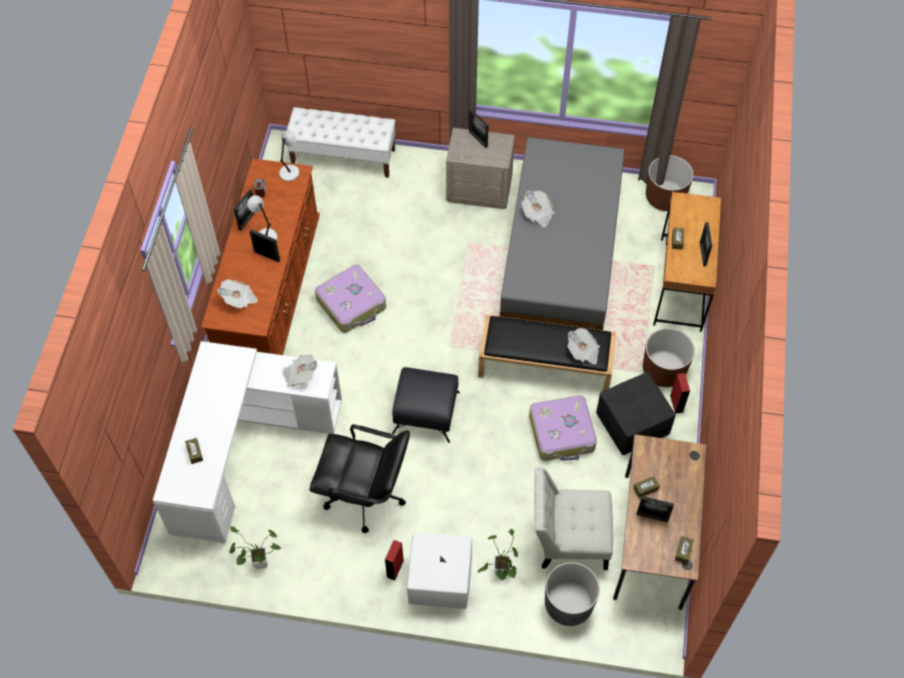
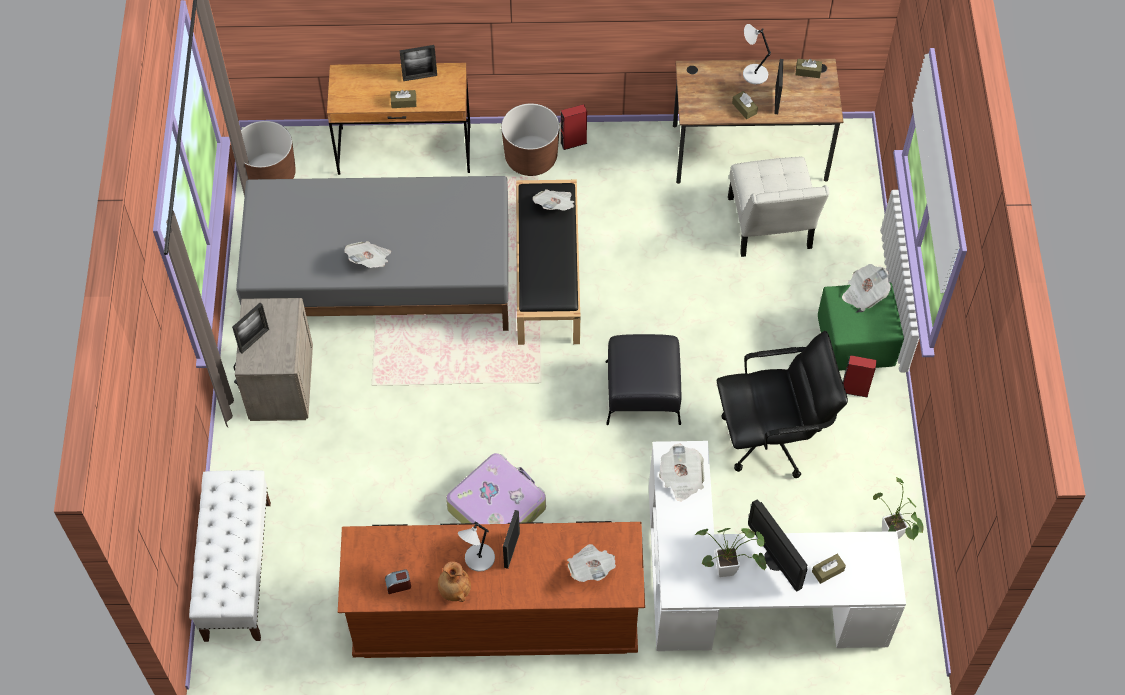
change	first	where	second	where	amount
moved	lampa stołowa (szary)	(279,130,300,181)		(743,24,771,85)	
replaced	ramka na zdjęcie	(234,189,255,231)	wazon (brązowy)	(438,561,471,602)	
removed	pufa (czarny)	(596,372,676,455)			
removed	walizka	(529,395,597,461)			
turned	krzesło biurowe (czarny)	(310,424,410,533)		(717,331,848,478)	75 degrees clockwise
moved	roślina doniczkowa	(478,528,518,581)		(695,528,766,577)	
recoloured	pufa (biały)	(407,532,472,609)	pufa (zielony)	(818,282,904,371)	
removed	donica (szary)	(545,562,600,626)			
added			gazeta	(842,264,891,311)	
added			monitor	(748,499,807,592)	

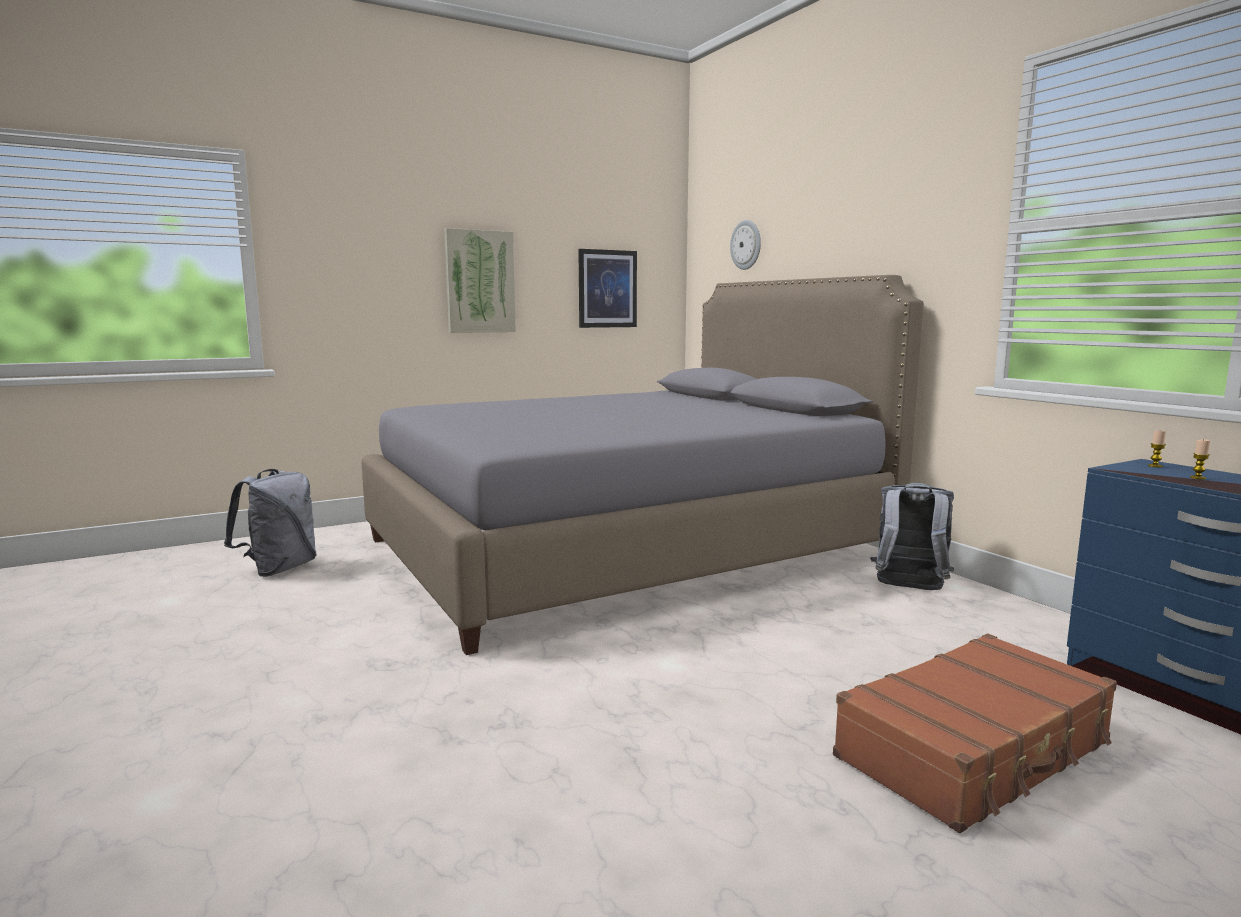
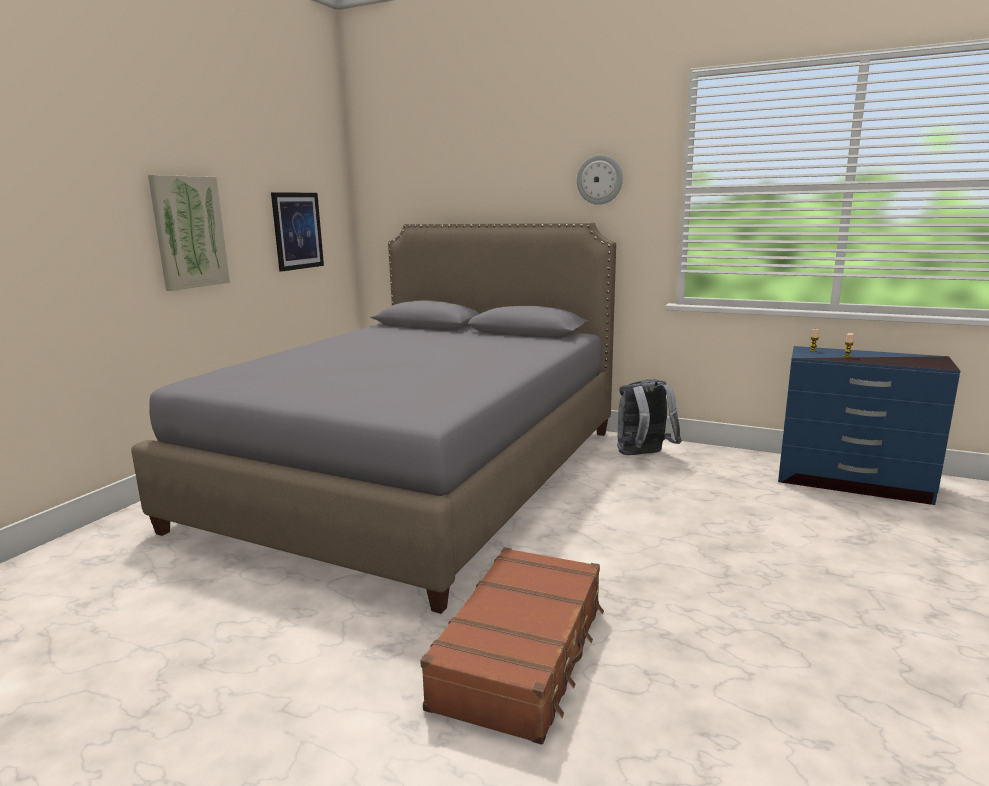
change	first	where	second	where	amount
moved	zegar ścienny	(730,220,761,270)		(577,155,623,205)	
removed	plecak (szary)	(224,469,317,577)			
moved	walizka (brązowy)	(833,634,1117,833)		(420,547,604,745)	

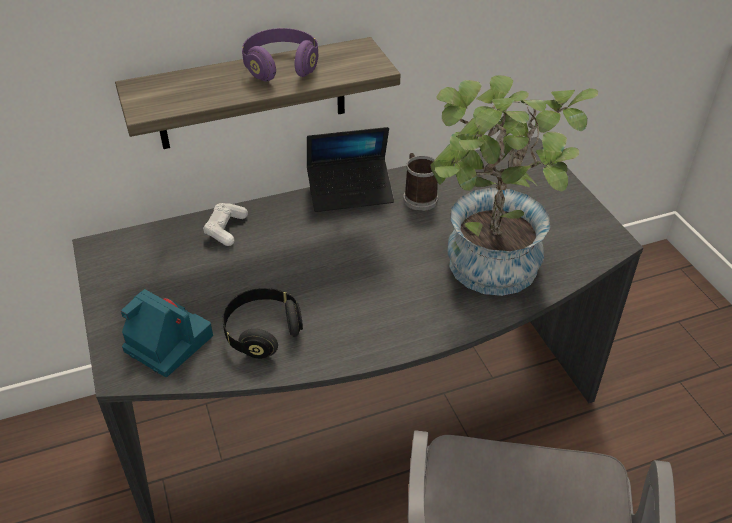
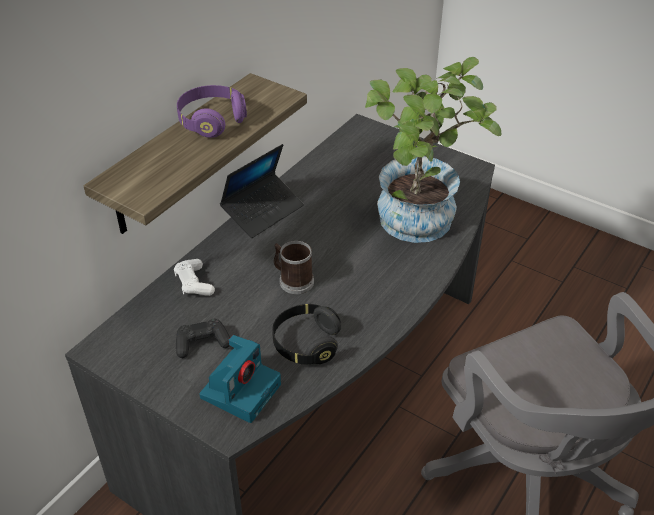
change	first	where	second	where	amount
moved	kubek	(403,153,438,211)		(274,241,314,294)	
turned	aparat fotograficzny	(121,289,213,377)		(199,335,281,423)	120 degrees clockwise
added			pad do gier (czarny)	(176,319,230,358)	

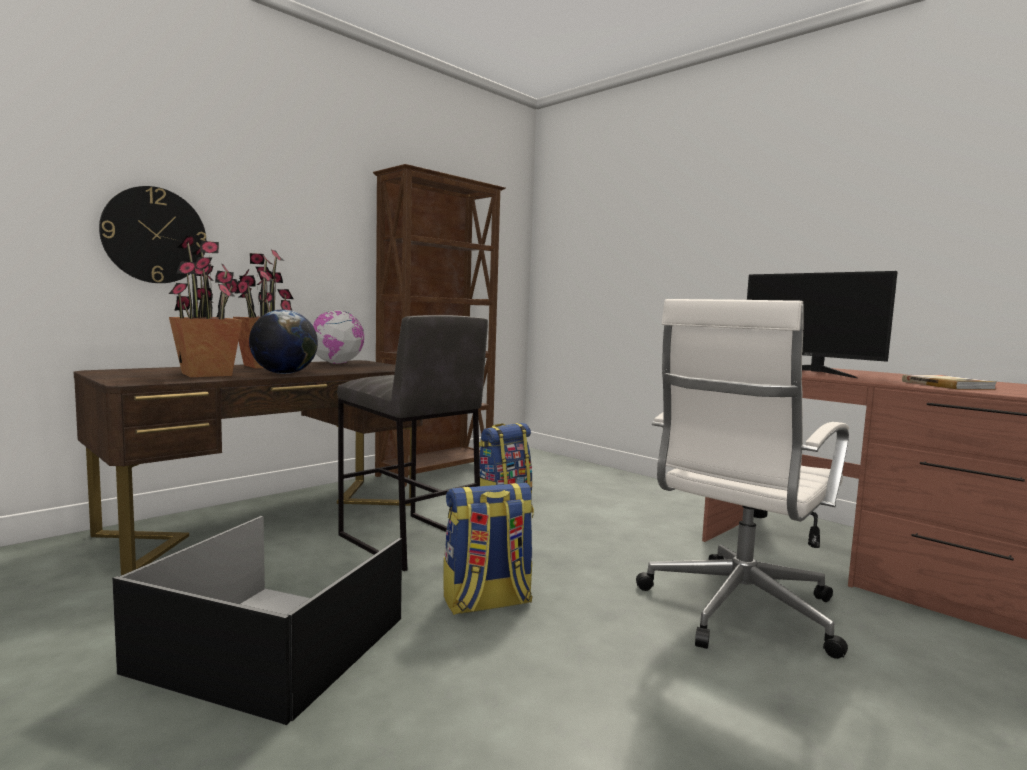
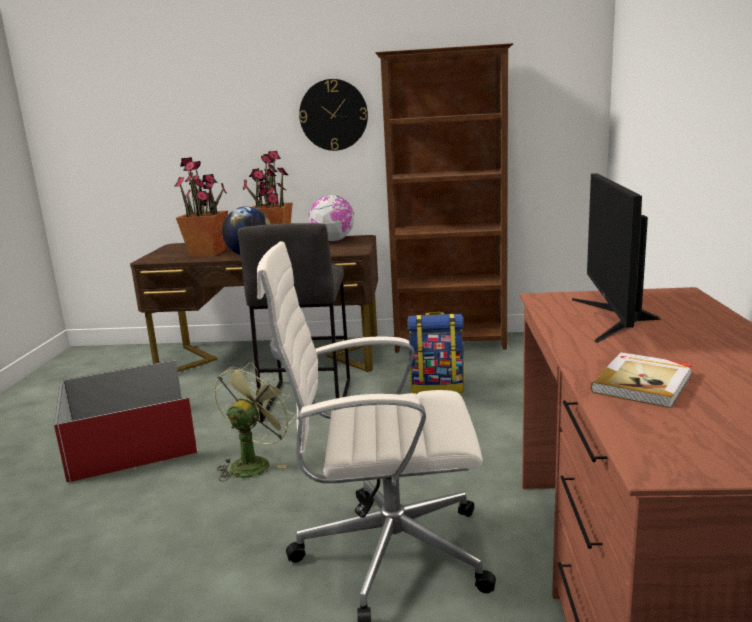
change	first	where	second	where	amount
moved	zegar ścienny	(99,186,206,283)		(299,79,368,151)	
replaced	plecak	(443,483,534,615)	wentylator (zielony)	(214,362,296,482)	
recoloured	pojemnik do przechowywania (czarny)	(112,516,402,725)	pojemnik do przechowywania (czerwony)	(54,360,198,482)	

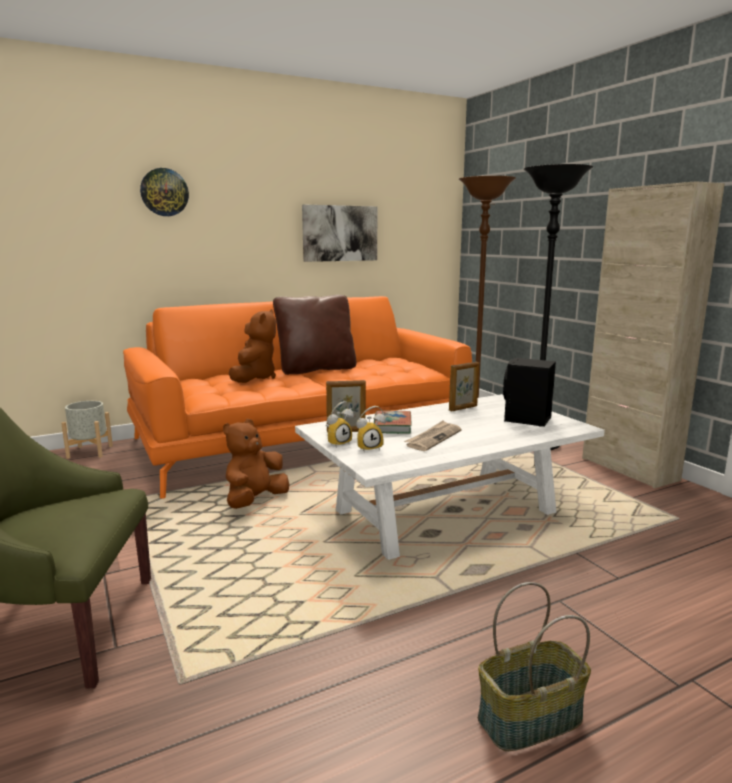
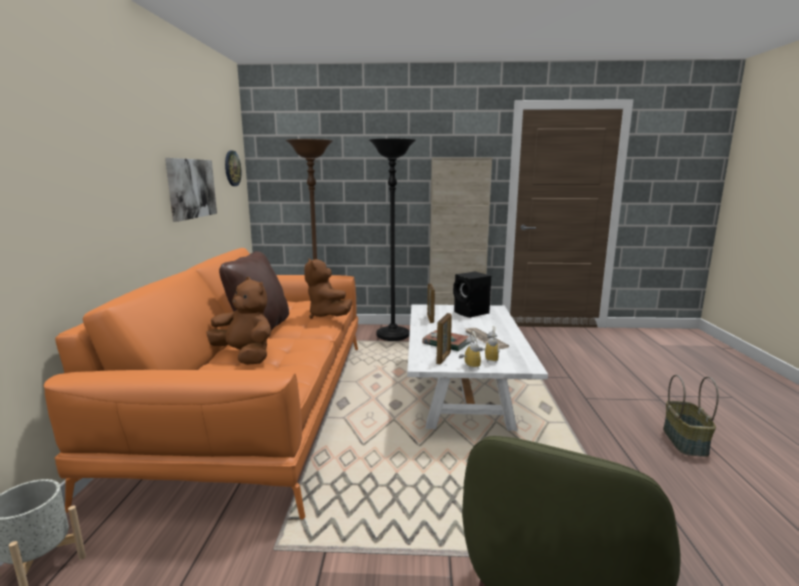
change	first	where	second	where	amount
moved	zegar ścienny	(140,168,189,216)		(225,151,241,186)	
moved	pluszak (brązowy)	(223,419,289,509)		(304,258,352,319)	

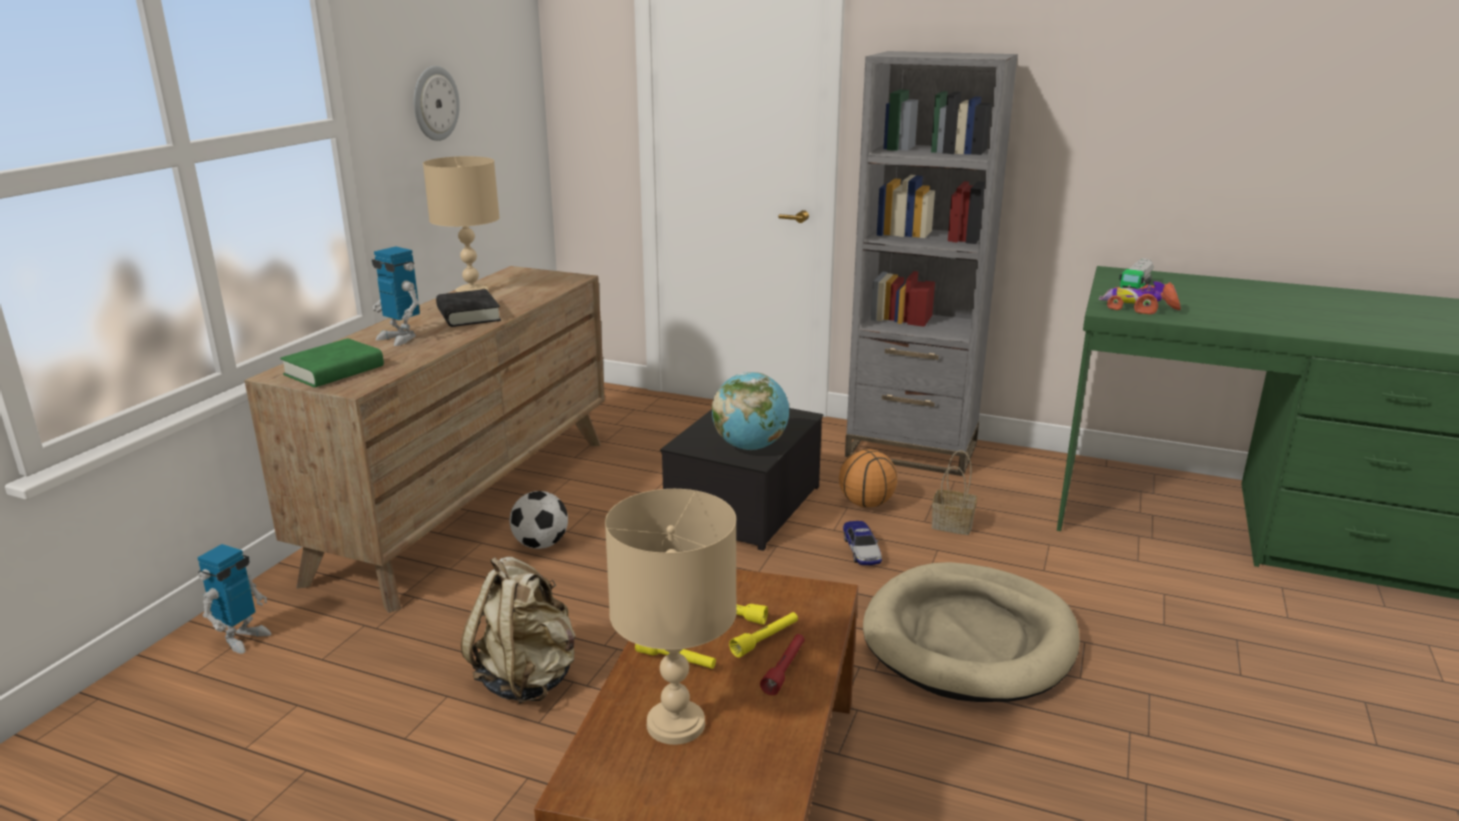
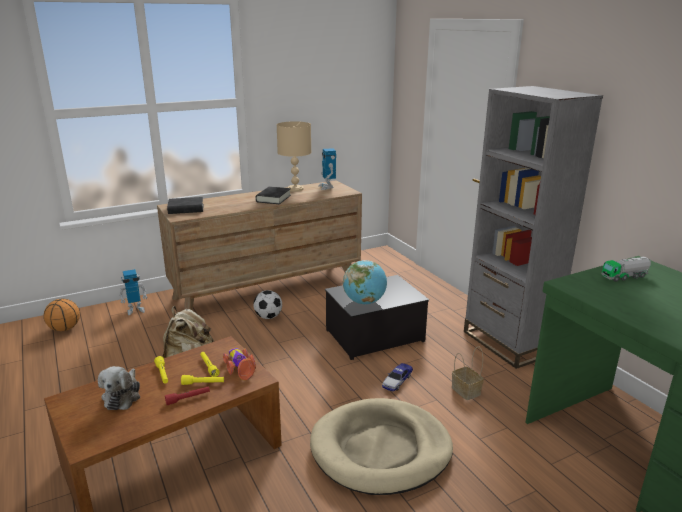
change	first	where	second	where	amount
removed	zegar ścienny	(414,66,460,141)			
moved	robot zabawkowy	(372,246,420,346)		(319,148,336,190)	
moved	samochodzik	(1099,281,1181,314)		(223,348,256,380)	
recoloured	książka (zielony)	(280,338,384,387)	książka (czarny)	(167,197,203,214)	
moved	piłka do koszykówki	(839,449,897,507)		(44,299,80,331)	
replaced	lampa stołowa (beżowy)	(605,489,737,745)	pluszak	(98,366,140,410)	

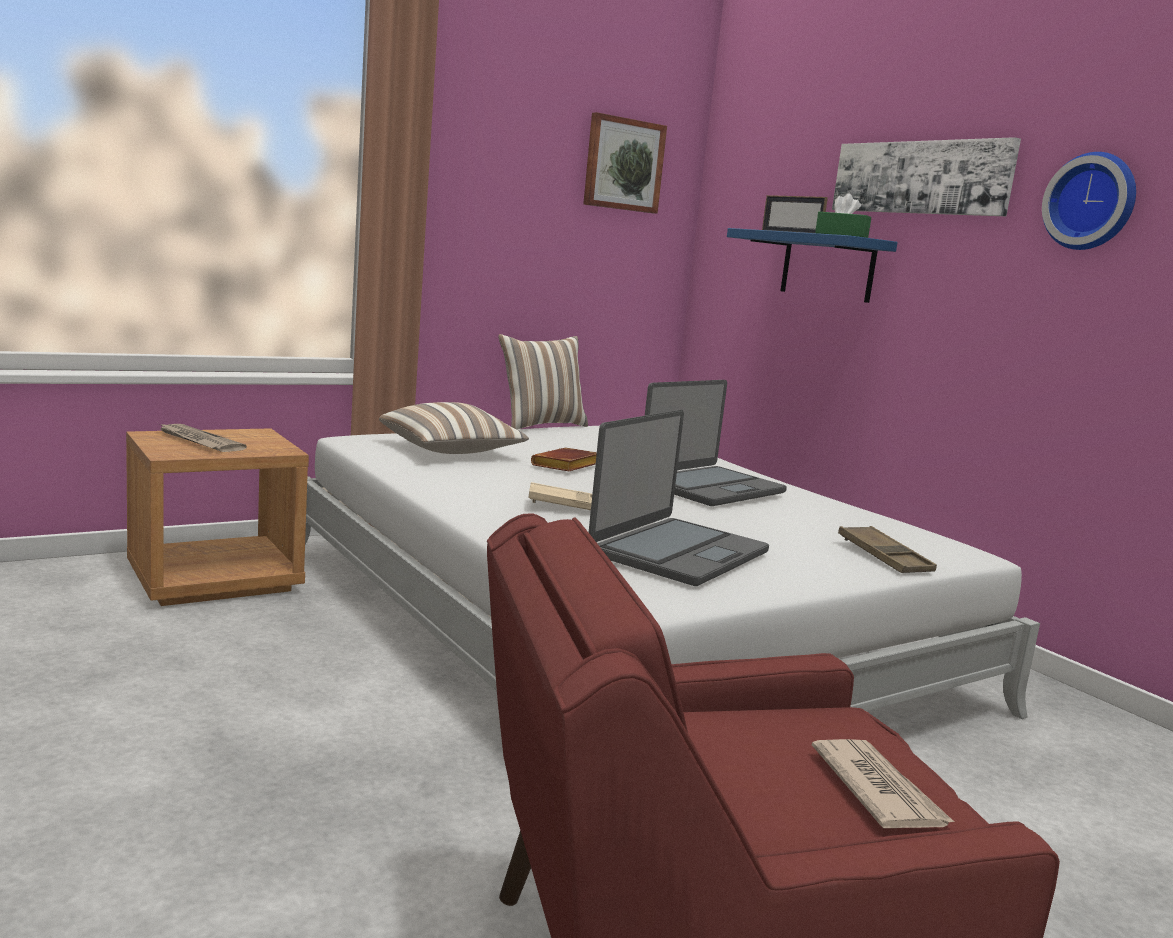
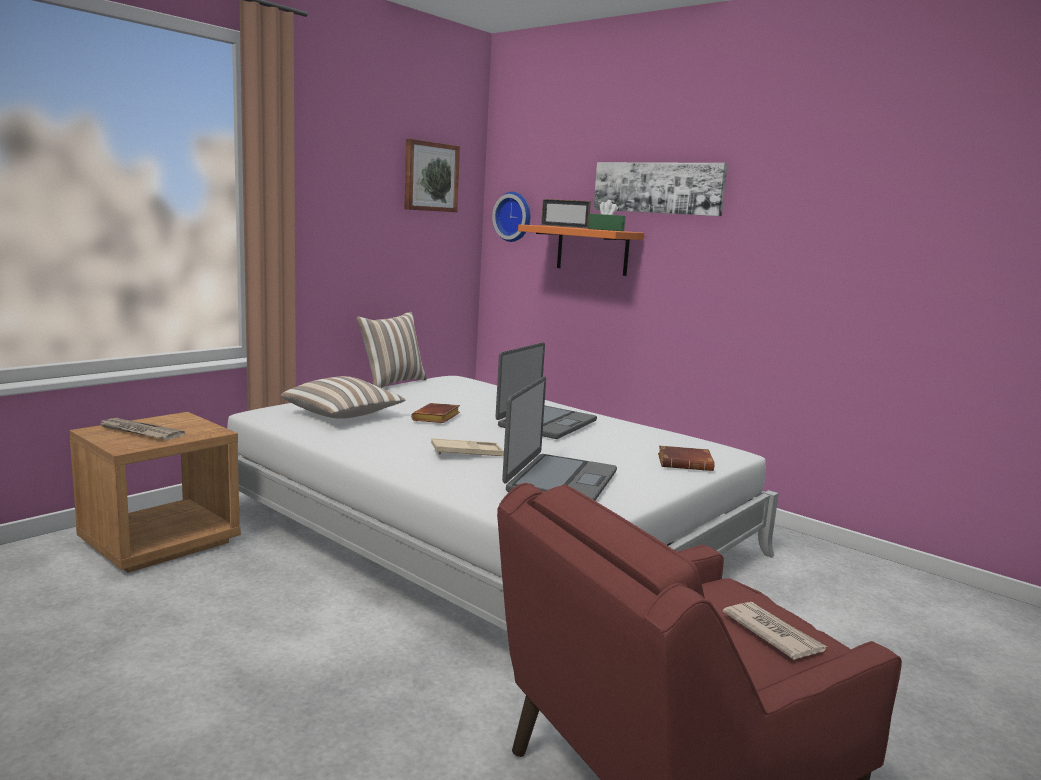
change	first	where	second	where	amount
moved	zegar ścienny	(1042,152,1136,250)		(492,192,530,242)	
recoloured	półka (niebieski)	(727,228,898,303)	półka (pomarańczowy)	(518,225,644,276)	
replaced	taca (brązowy)	(838,526,937,573)	książka (brązowy)	(658,446,715,471)	

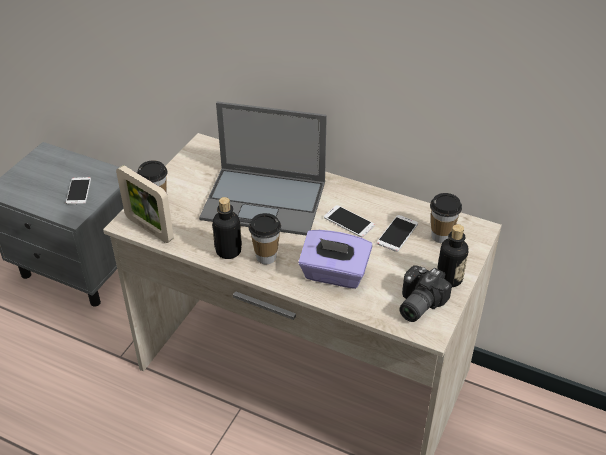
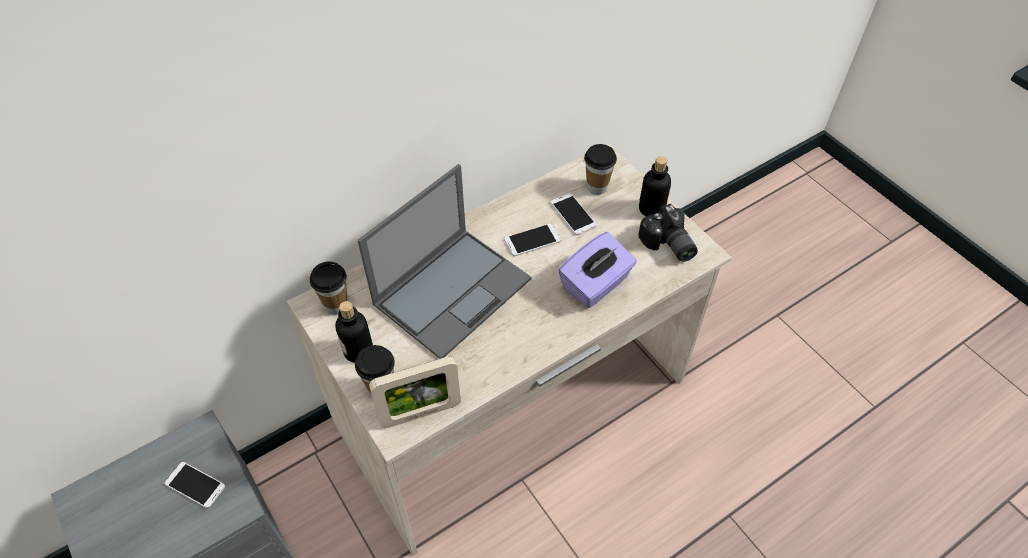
change	first	where	second	where	amount
moved	butelka	(212,197,242,259)		(335,301,373,363)	
moved	filiżanka	(249,213,281,264)		(310,262,347,315)	

